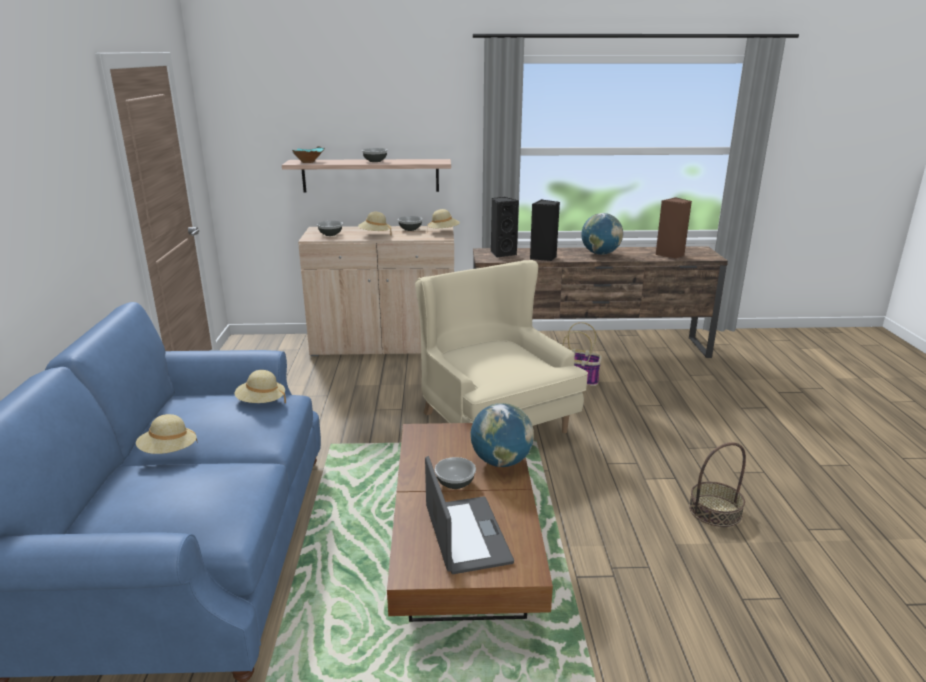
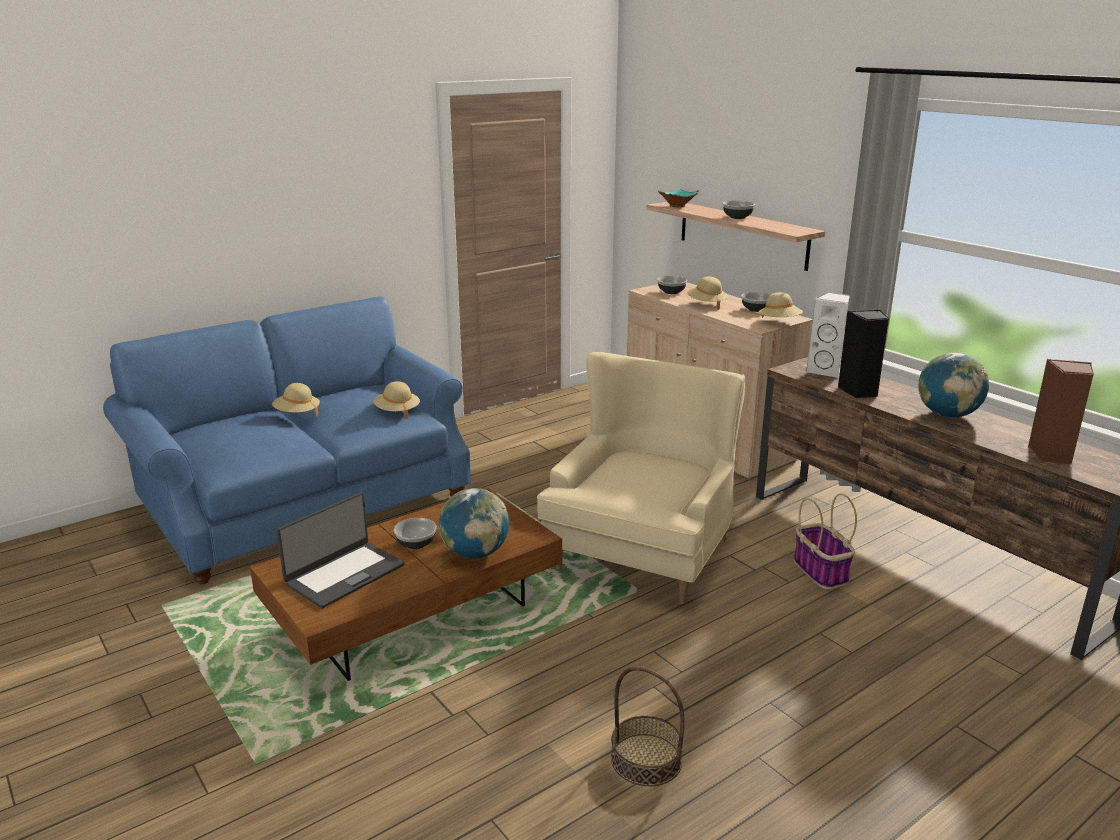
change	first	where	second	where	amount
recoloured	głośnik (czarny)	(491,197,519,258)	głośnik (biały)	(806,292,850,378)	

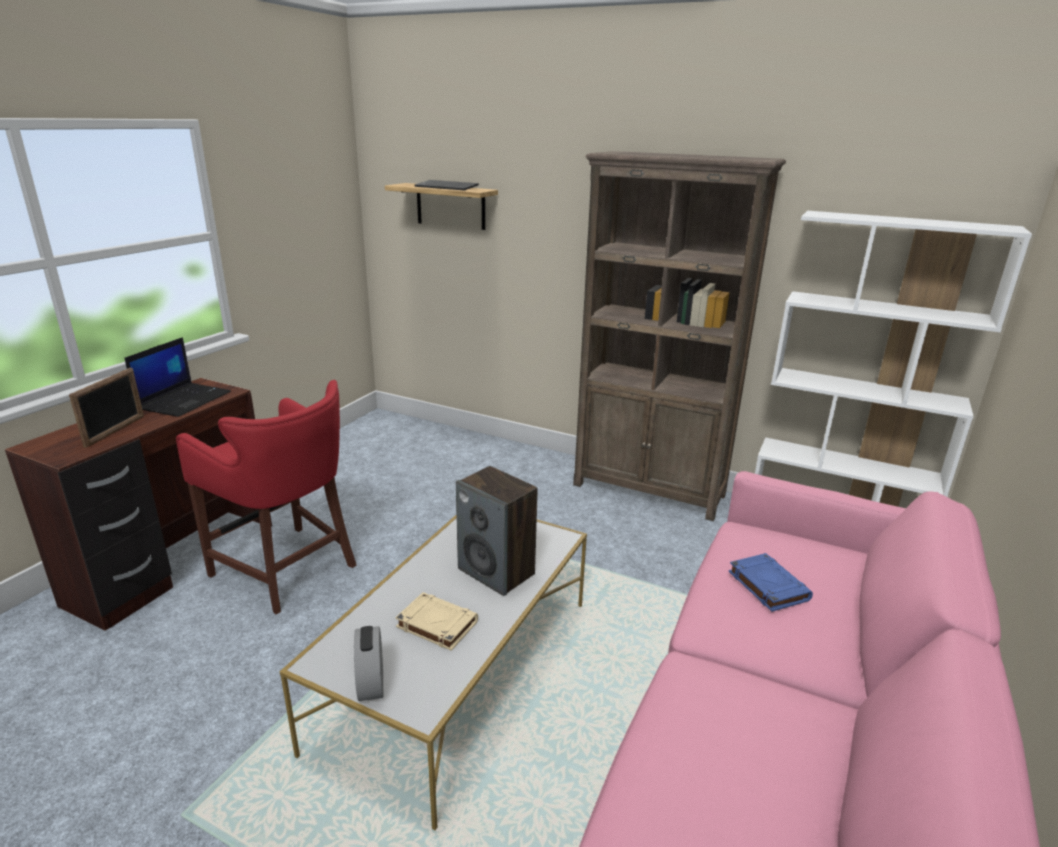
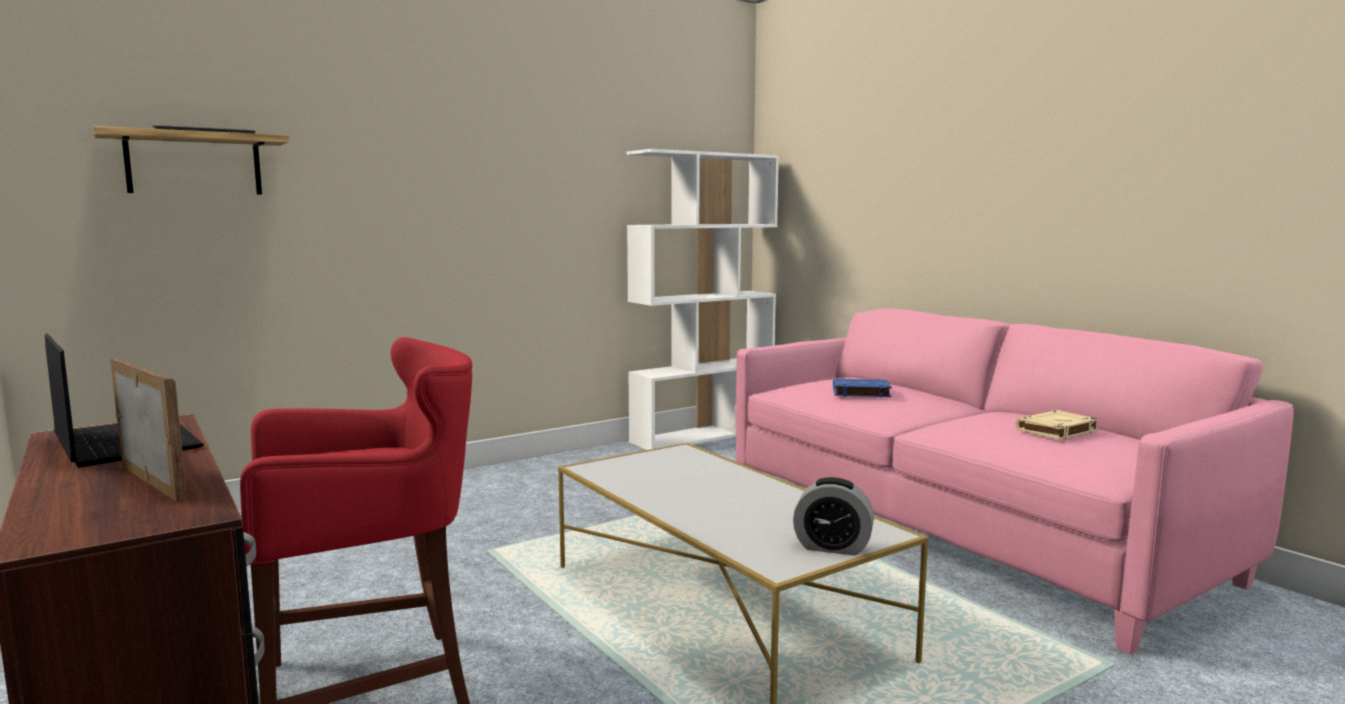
change	first	where	second	where	amount
removed	regał (brązowy)	(573,151,786,521)			
removed	głośnik	(456,466,538,596)			
moved	książka (beżowy)	(395,592,478,651)		(1016,410,1099,440)	

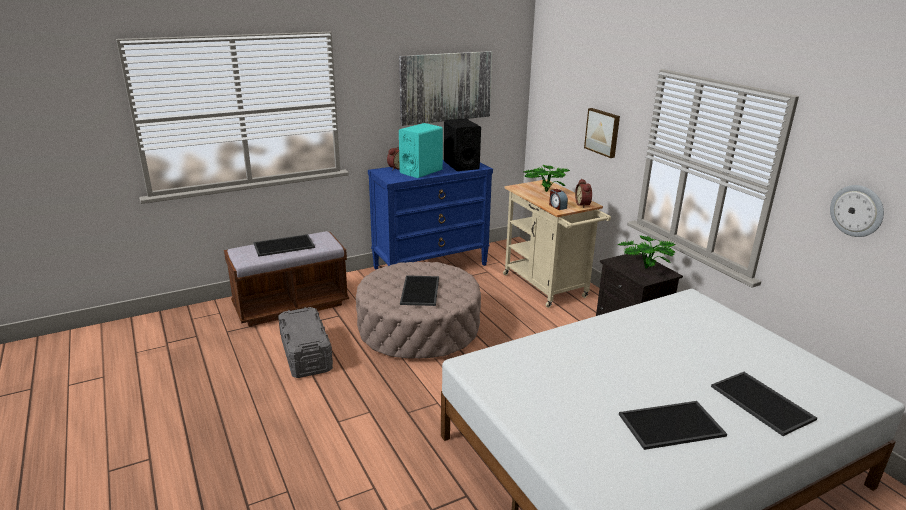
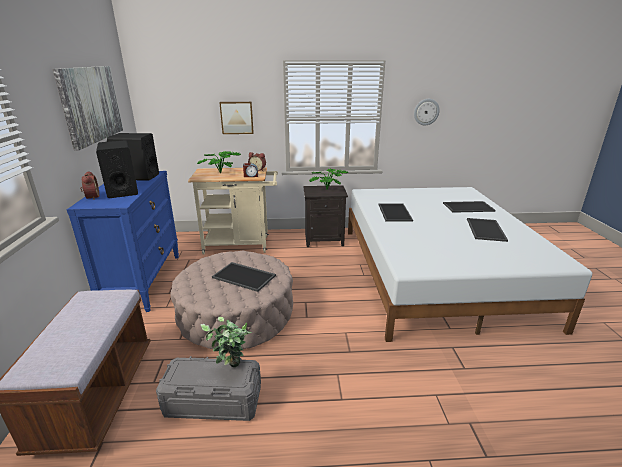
change	first	where	second	where	amount
recoloured	głośnik (turkusowy)	(399,123,443,178)	głośnik (czarny)	(96,140,138,198)	
moved	taca	(253,234,315,257)		(379,204,413,222)	
added			roślina doniczkowa	(201,317,252,367)	

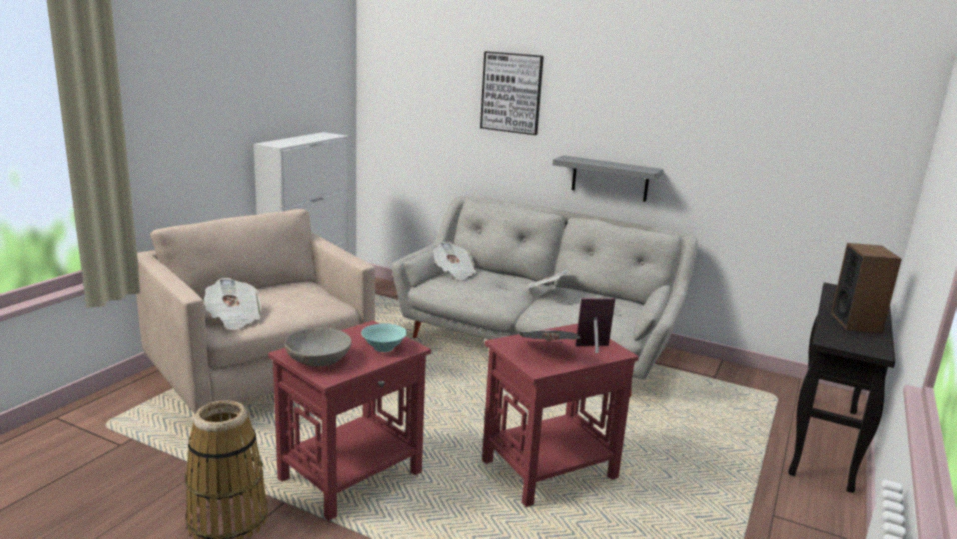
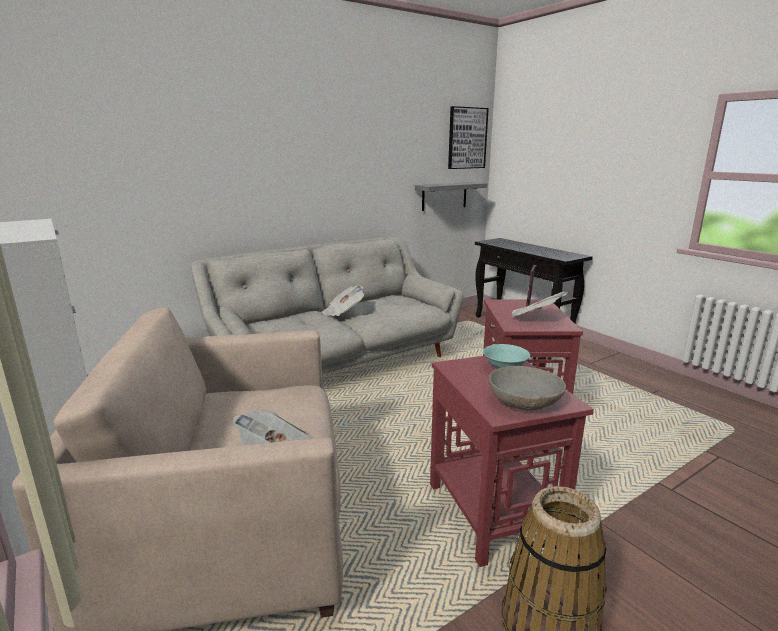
change	first	where	second	where	amount
moved	obraz	(480,51,544,135)		(448,106,489,169)	
moved	półka (szary)	(553,155,664,202)		(415,182,487,211)	
removed	gazeta	(433,242,477,281)			
removed	głośnik	(831,243,902,334)			

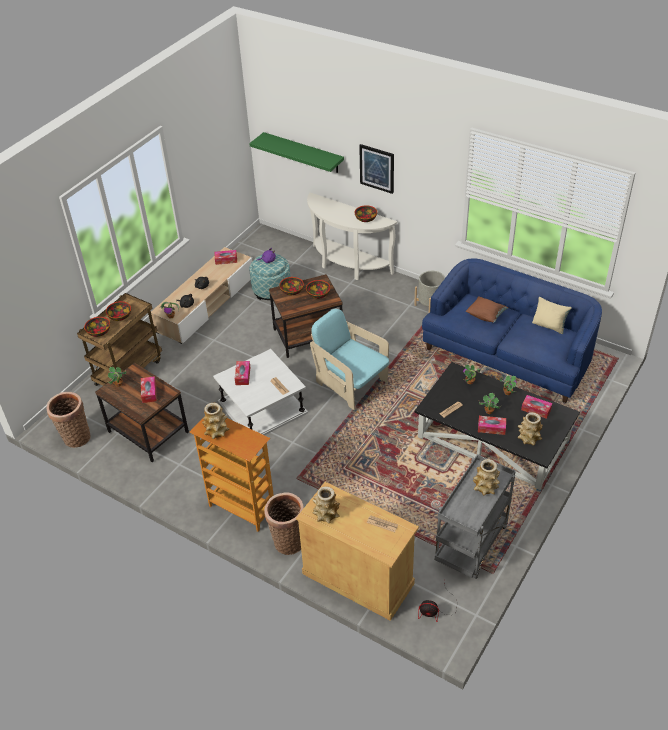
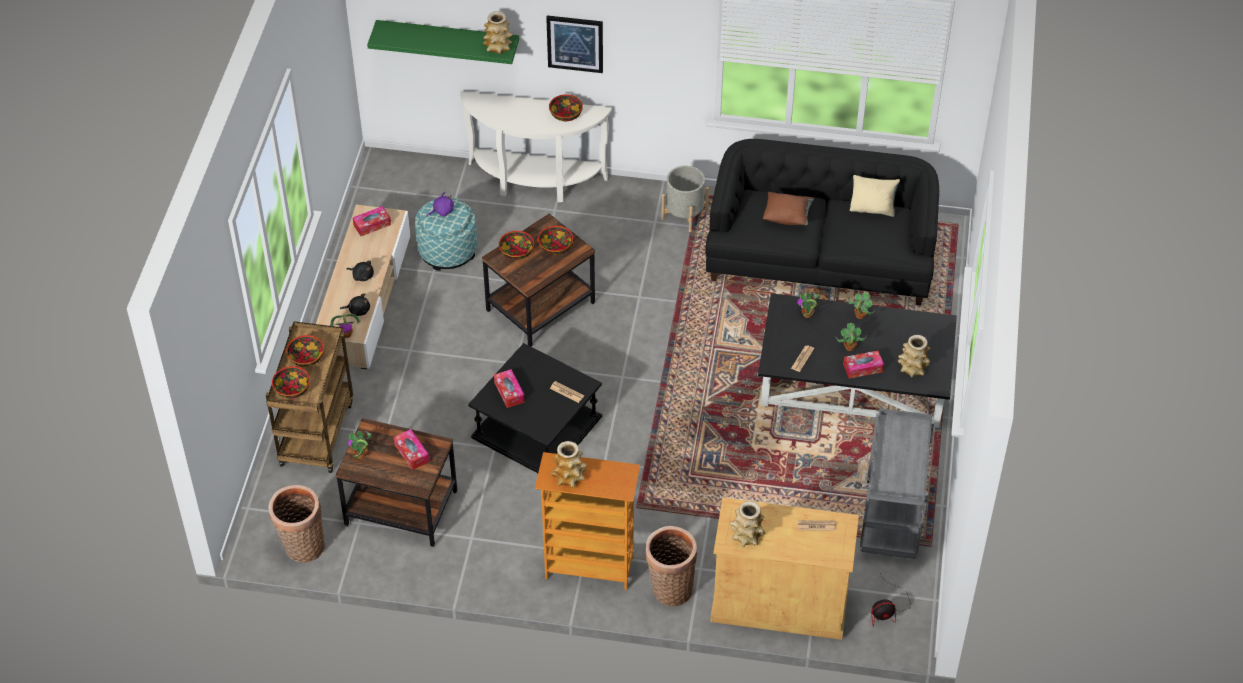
change	first	where	second	where	amount
recoloured	kanapa (niebieski)	(422,259,602,403)	kanapa (czarny)	(705,139,939,306)	
removed	fotel (turkusowy)	(310,309,389,410)			
recoloured	stolik (biały)	(213,349,308,435)	stolik (czarny)	(468,343,602,473)	
removed	pudełko chusteczek	(521,395,552,419)			
moved	wazon	(473,459,500,496)		(483,11,513,54)	

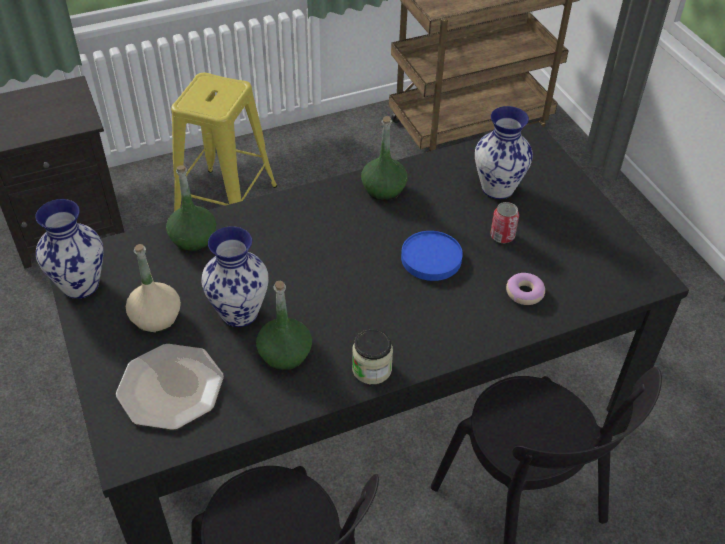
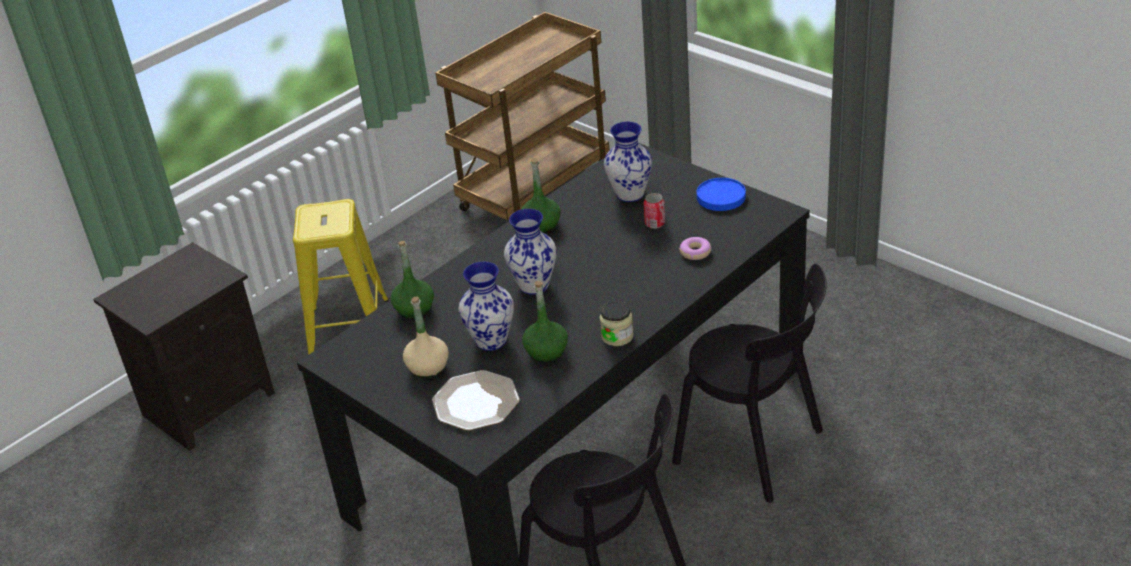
change	first	where	second	where	amount
moved	wazon	(35,199,103,299)		(504,209,557,295)	
moved	talerz (niebieski)	(401,231,463,281)		(697,178,746,211)	

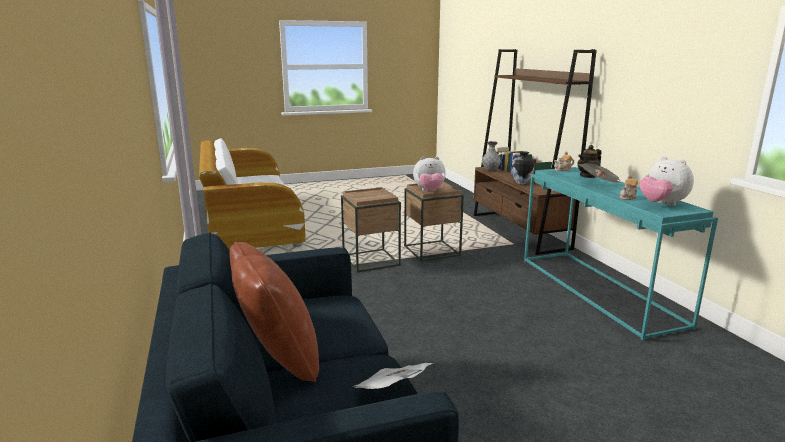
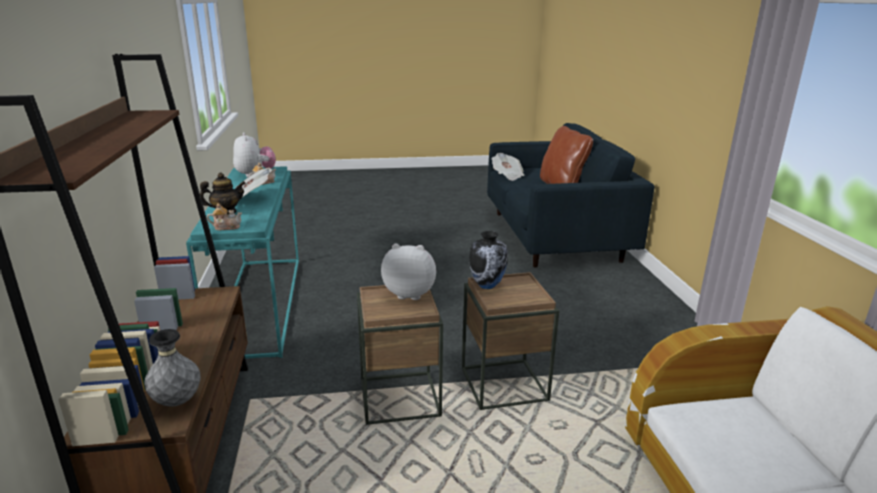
change	first	where	second	where	amount
moved	wazon	(512,151,534,185)		(469,231,508,289)	

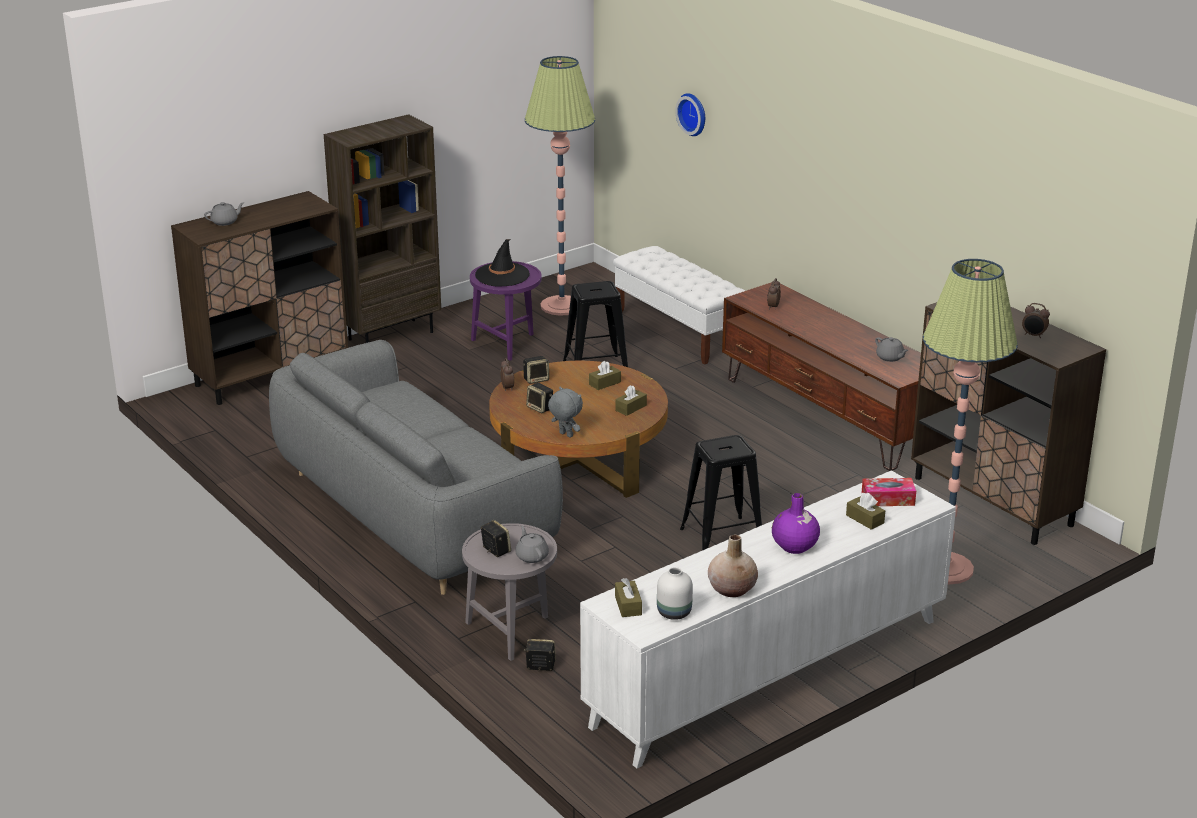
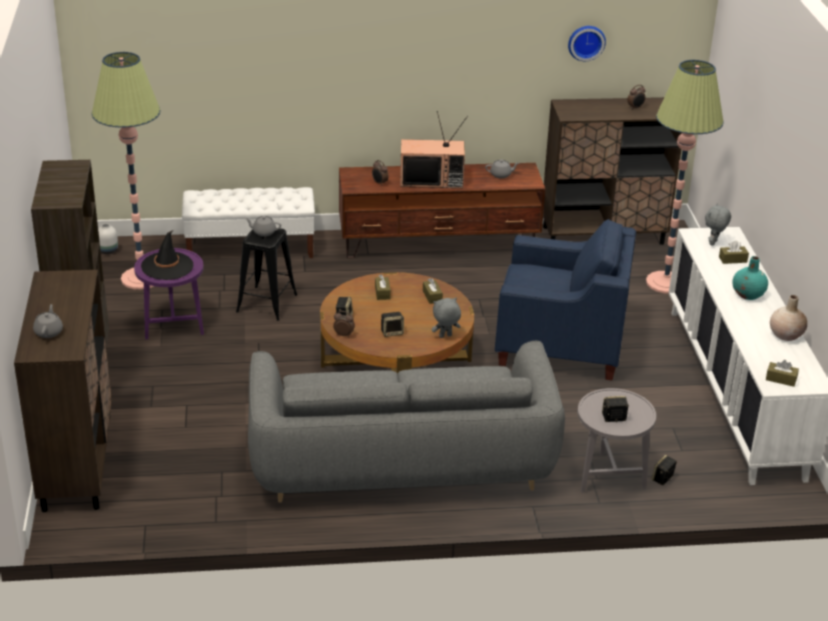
change	first	where	second	where	amount
moved	zegar ścienny	(675,93,705,136)		(568,26,606,61)	
replaced	stołek (czarny)	(680,435,762,551)	fotel (niebieski)	(495,219,636,381)	
replaced	pudełko chusteczek	(862,478,916,506)	pluszak (szary)	(705,203,731,246)	
recoloured	wazon (fioletowy)	(772,493,820,554)	wazon (turkusowy)	(732,256,768,300)	
moved	imbryk (szary)	(515,526,549,563)		(245,216,281,236)	
moved	wazon (biały)	(657,567,693,620)		(98,223,118,254)	
added			telewizor	(400,111,468,188)	

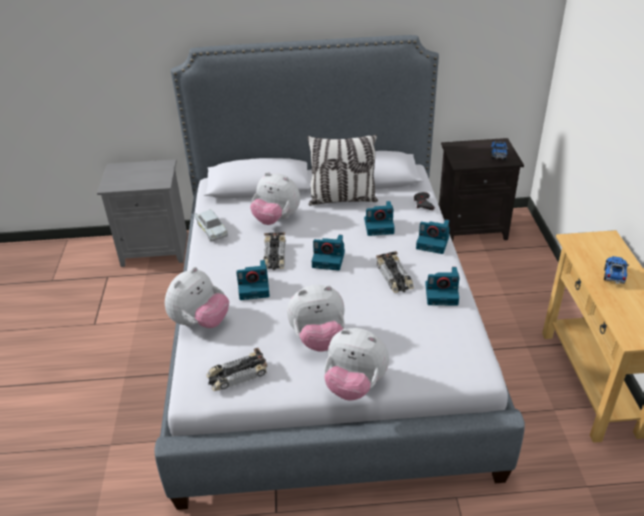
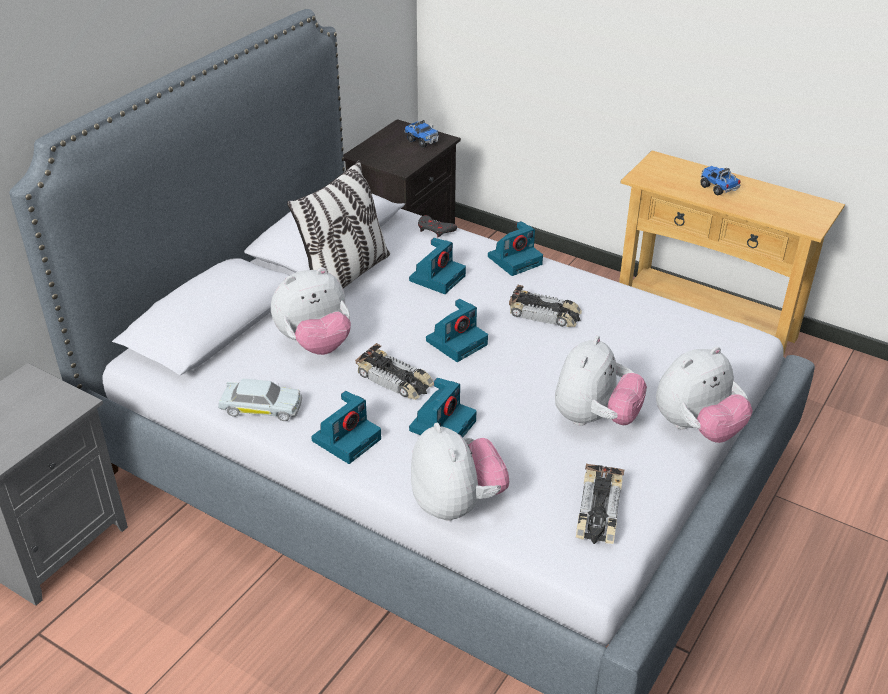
change	first	where	second	where	amount
moved	aparat fotograficzny	(425,267,460,305)		(311,391,381,464)	

